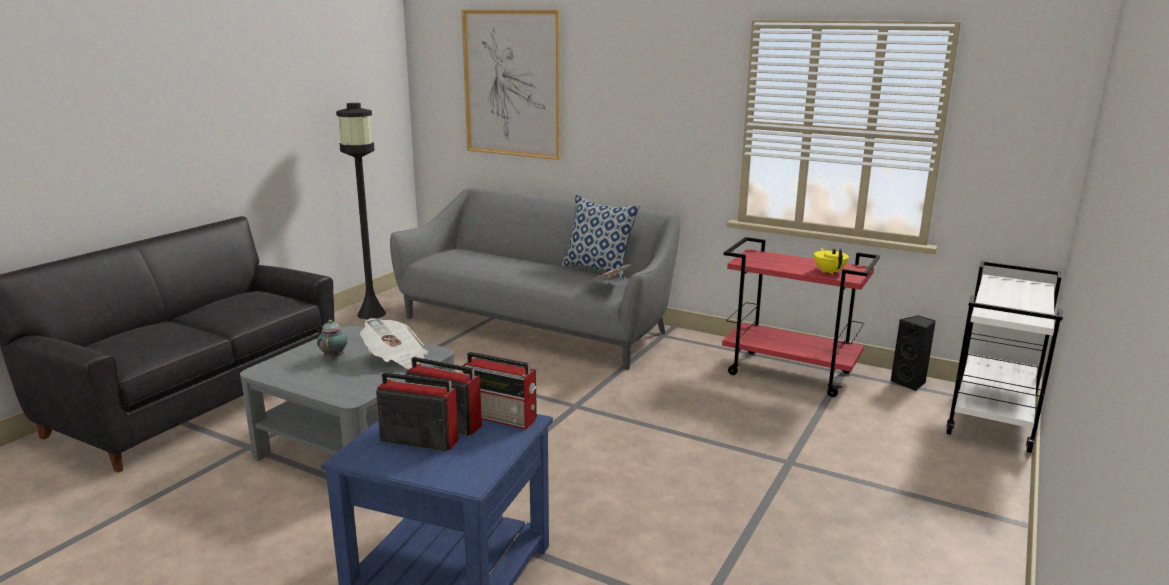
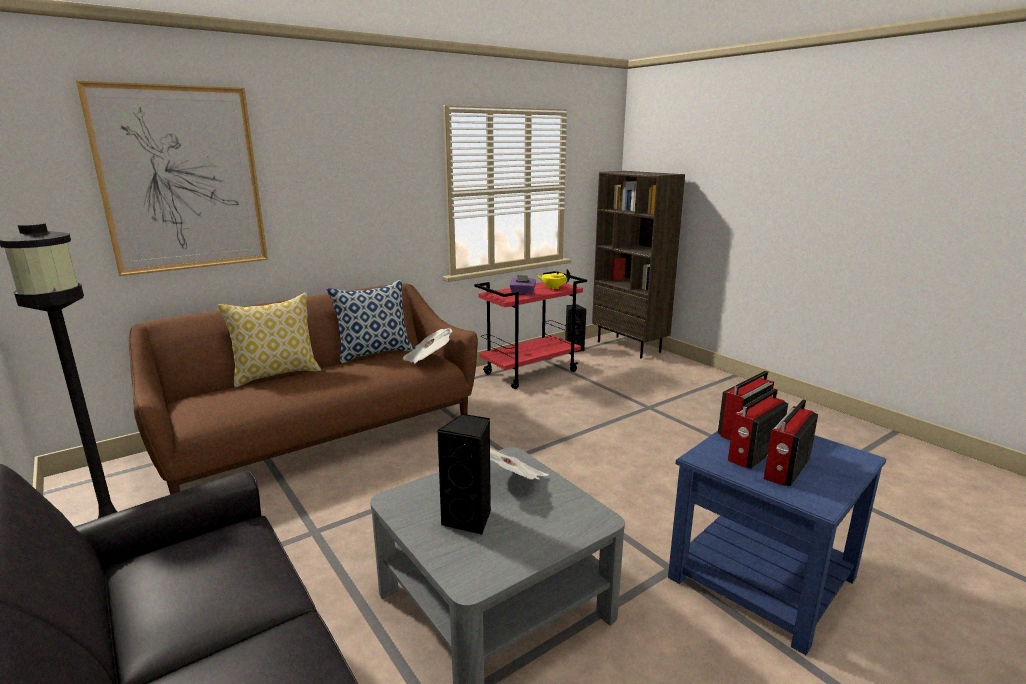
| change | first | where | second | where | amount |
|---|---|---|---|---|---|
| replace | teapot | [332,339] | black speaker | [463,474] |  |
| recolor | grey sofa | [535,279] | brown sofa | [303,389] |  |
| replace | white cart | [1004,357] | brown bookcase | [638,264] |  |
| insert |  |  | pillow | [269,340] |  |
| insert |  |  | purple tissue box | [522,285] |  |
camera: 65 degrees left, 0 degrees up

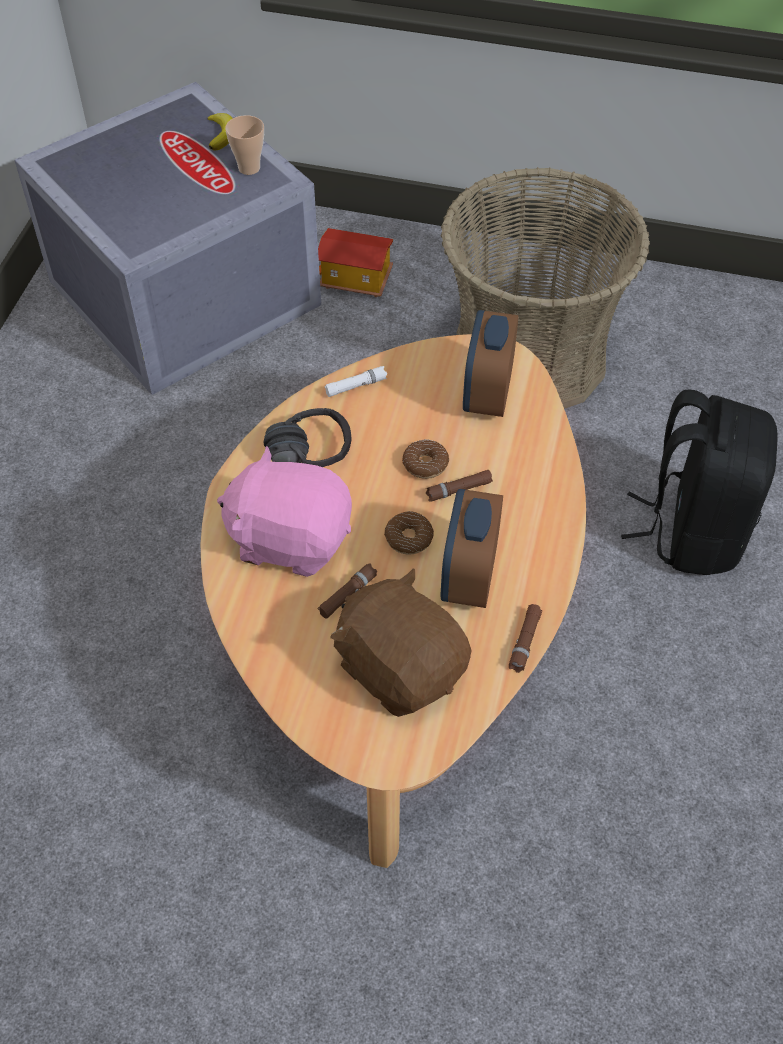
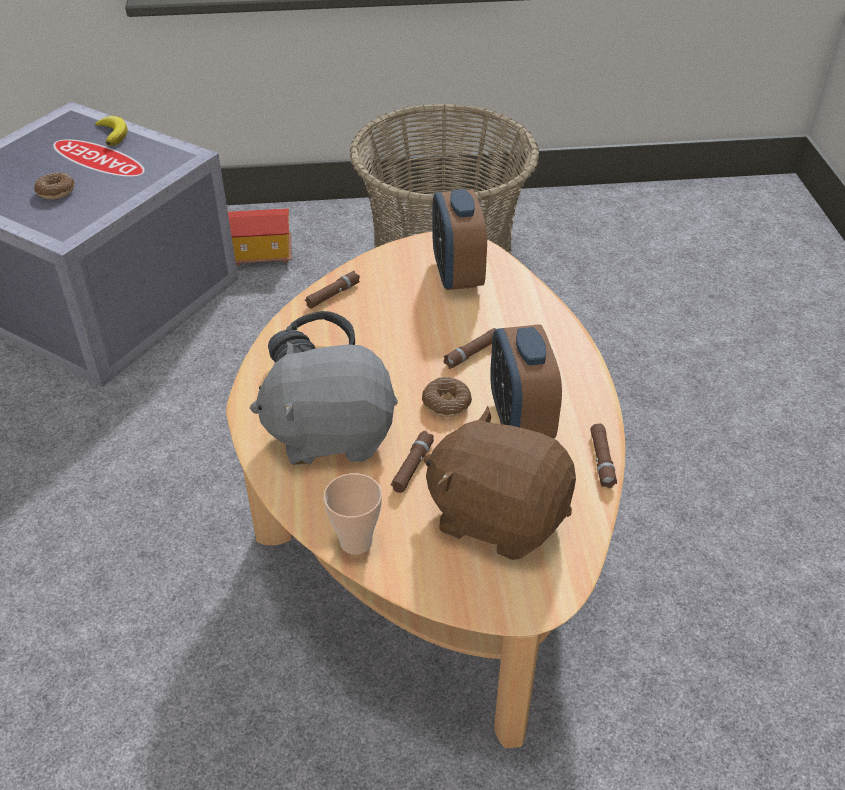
| change | first | where | second | where | amount |
|---|---|---|---|---|---|
| recolor | pink plush toy | [284,511] | grey plush toy | [324,403] |  |
| move | cup | [244,145] |  | [352,514] |  |
| recolor | white flashlight | [356,381] | brown flashlight | [332,290] |  |
| move | donut | [425,459] |  | [54,185] |  |
| delete | black backpack | [699,482] |  |  |  |
camera: 20 degrees left, 10 degrees down

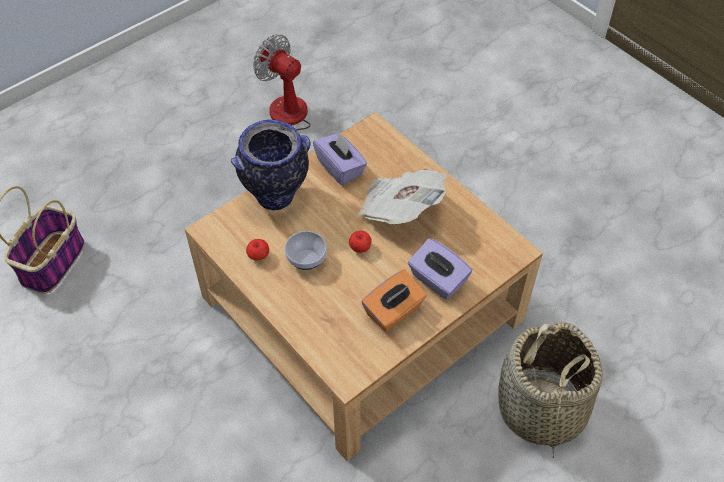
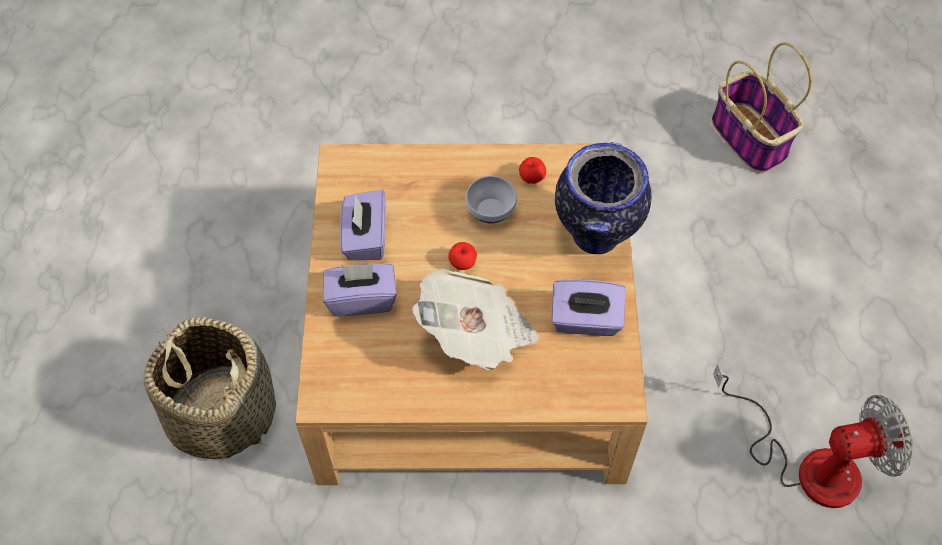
| change | first | where | second | where | amount |
|---|---|---|---|---|---|
| recolor | orange tissue box | [394,301] | purple tissue box | [363,225] |  |
camera: 130 degrees right, 5 degrees up

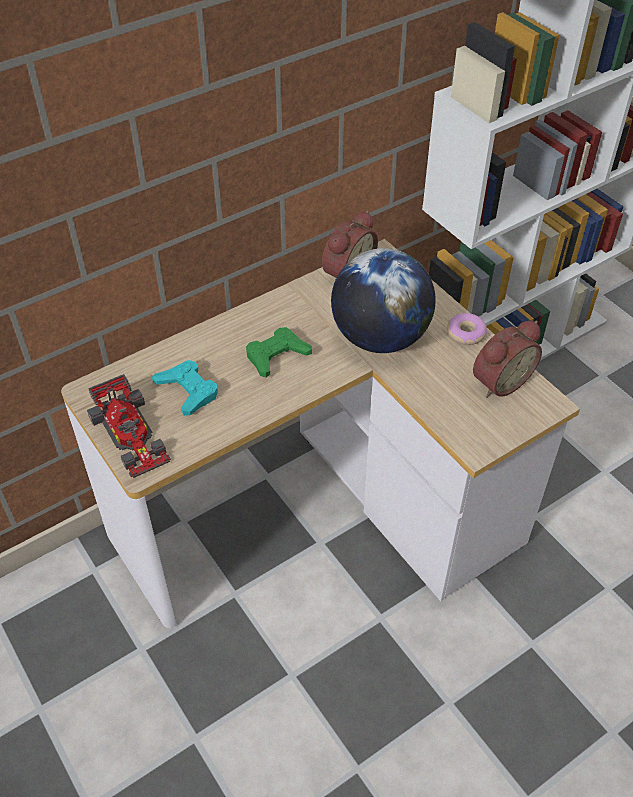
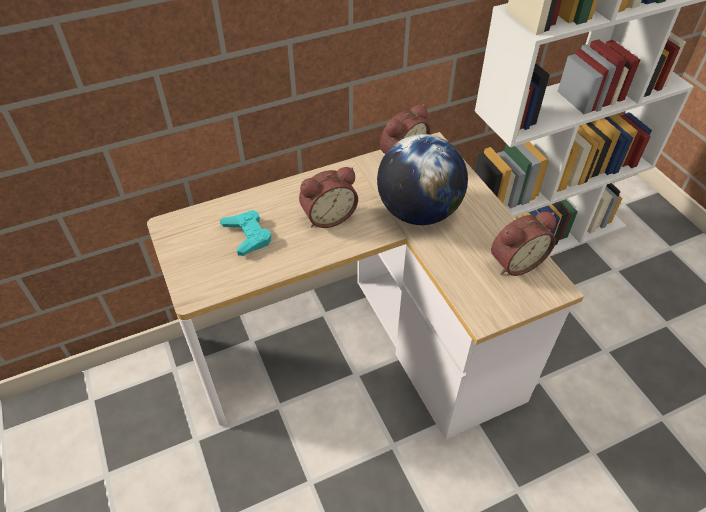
| change | first | where | second | where | amount |
|---|---|---|---|---|---|
| delete | toy car | [129,426] |  |  |  |
| replace | green game controller | [279,352] | alarm clock | [328,197] |  |
| delete | donut | [467,329] |  |  |  |
camera: 10 degrees right, 0 degrees up

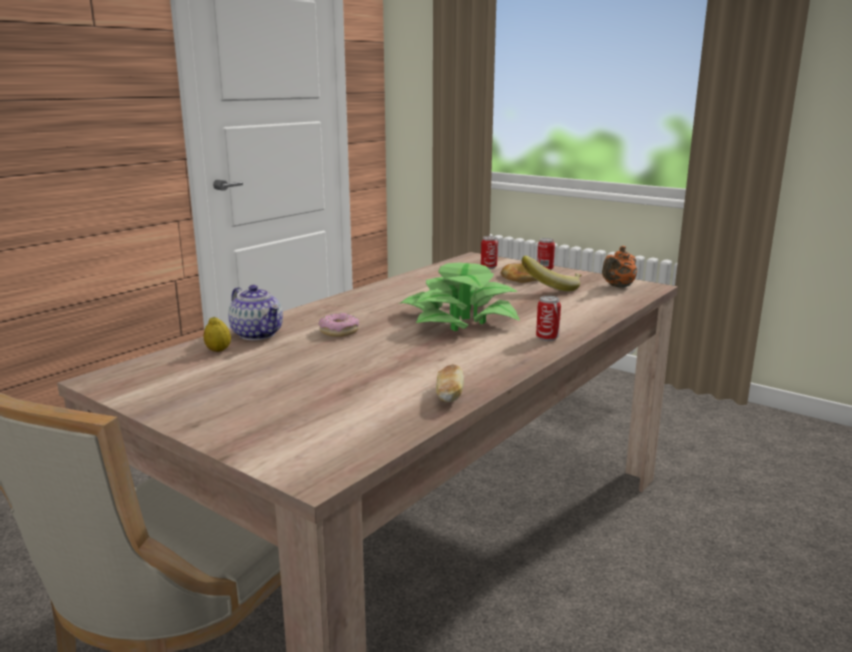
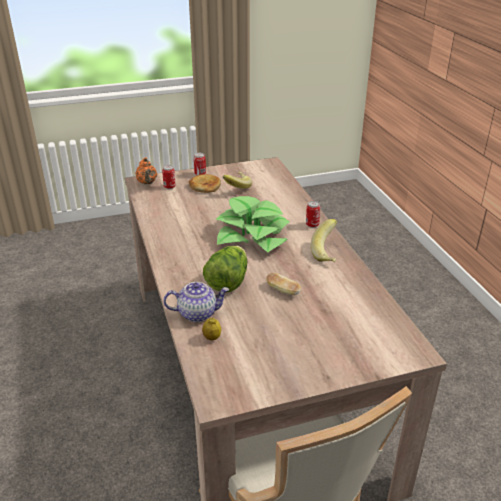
| change | first | where | second | where | amount |
|---|---|---|---|---|---|
| replace | donut | [339,325] | lettuce | [225,269] |  |
| move | bread | [450,383] |  | [283,284] |  |
| move | orange teapot | [619,267] |  | [146,170] |  |
| insert |  |  | banana | [324,240] |  |
camera: 55 degrees left, 15 degrees up

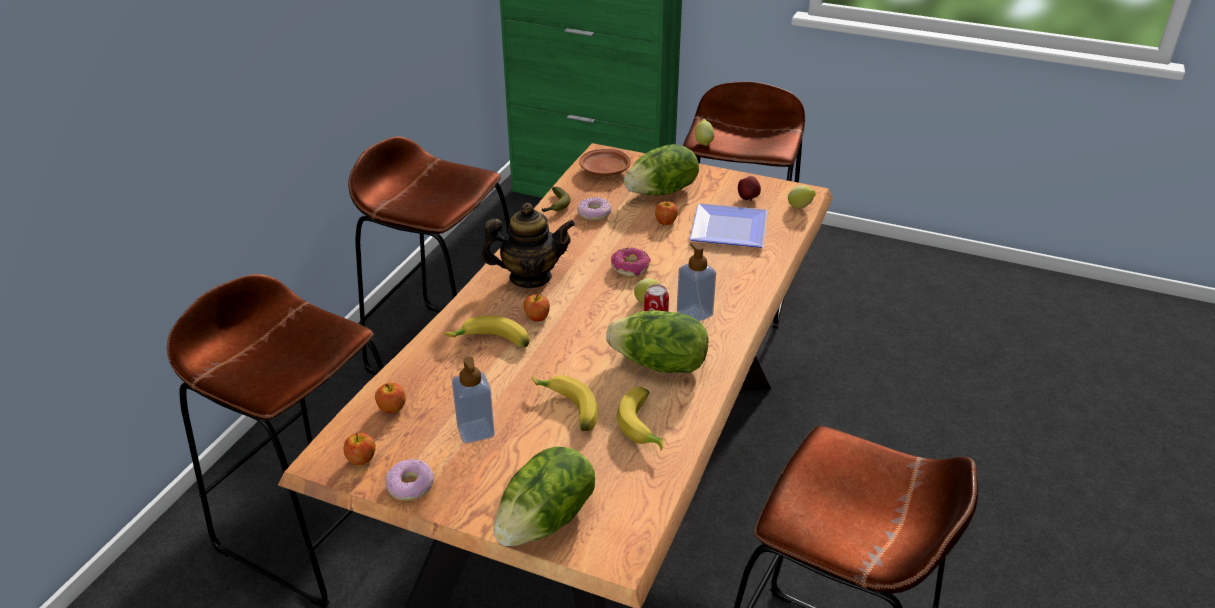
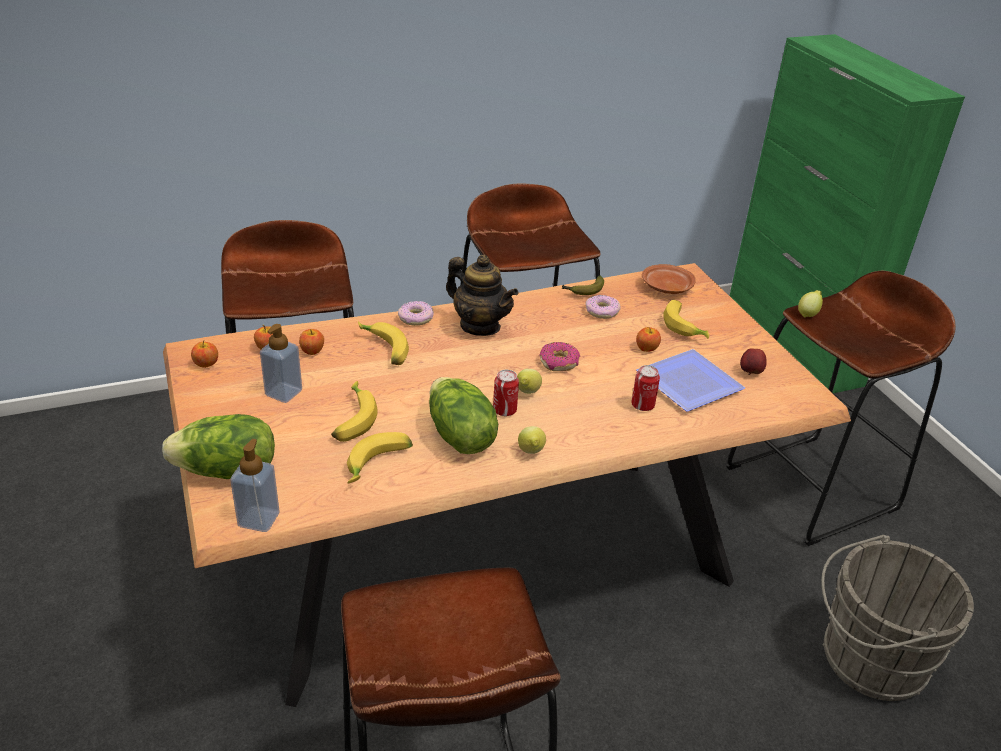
| change | first | where | second | where | amount |
|---|---|---|---|---|---|
| move | donut | [410,480] |  | [416,313] |  |
| move | apple | [537,307] |  | [311,342] |  |
| replace | lettuce | [661,170] | banana | [686,319] |  |
| move | soap dispenser | [696,282] |  | [254,485] |  |
| move | lemon | [802,197] |  | [532,440] |  |
| insert |  |  | can | [645,388] |  |
| insert |  |  | grey bucket | [897,618] |  |
camera: 45 degrees right, 0 degrees up

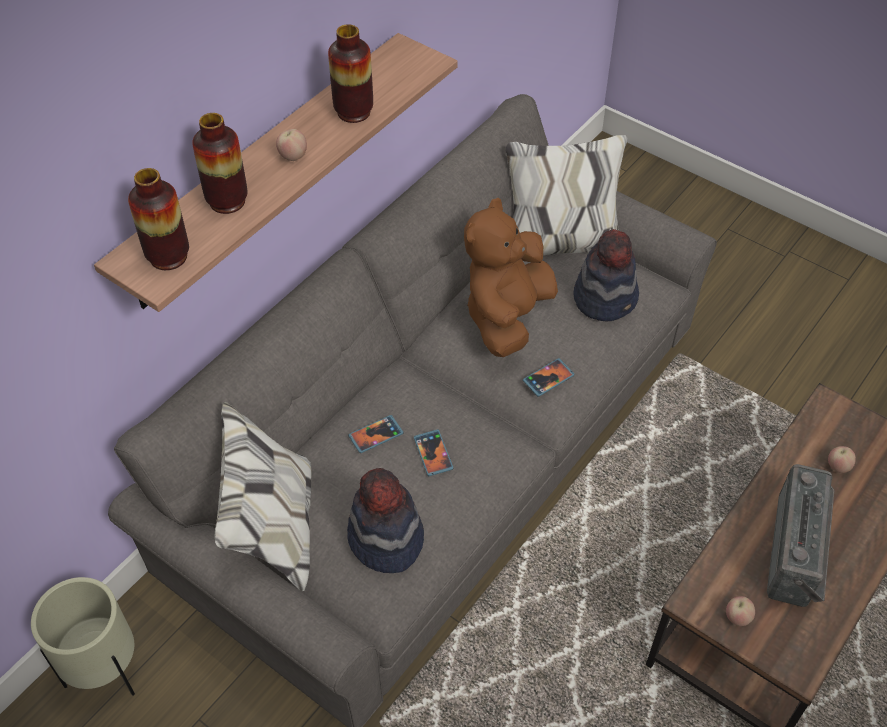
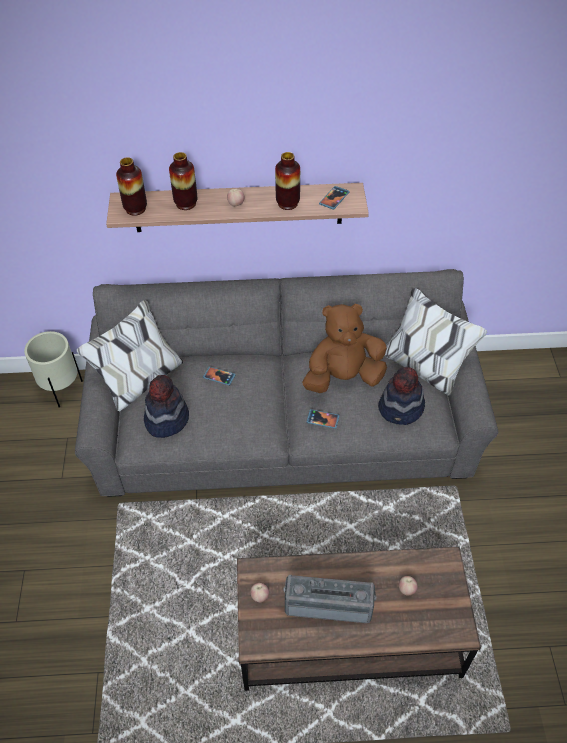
| change | first | where | second | where | amount |
|---|---|---|---|---|---|
| move | phone | [433,452] |  | [334,198] |  |
| rotate | radio | [800,535] |  | [329,599] | 150 degrees counterclockwise |
camera: 50 degrees right, 0 degrees up

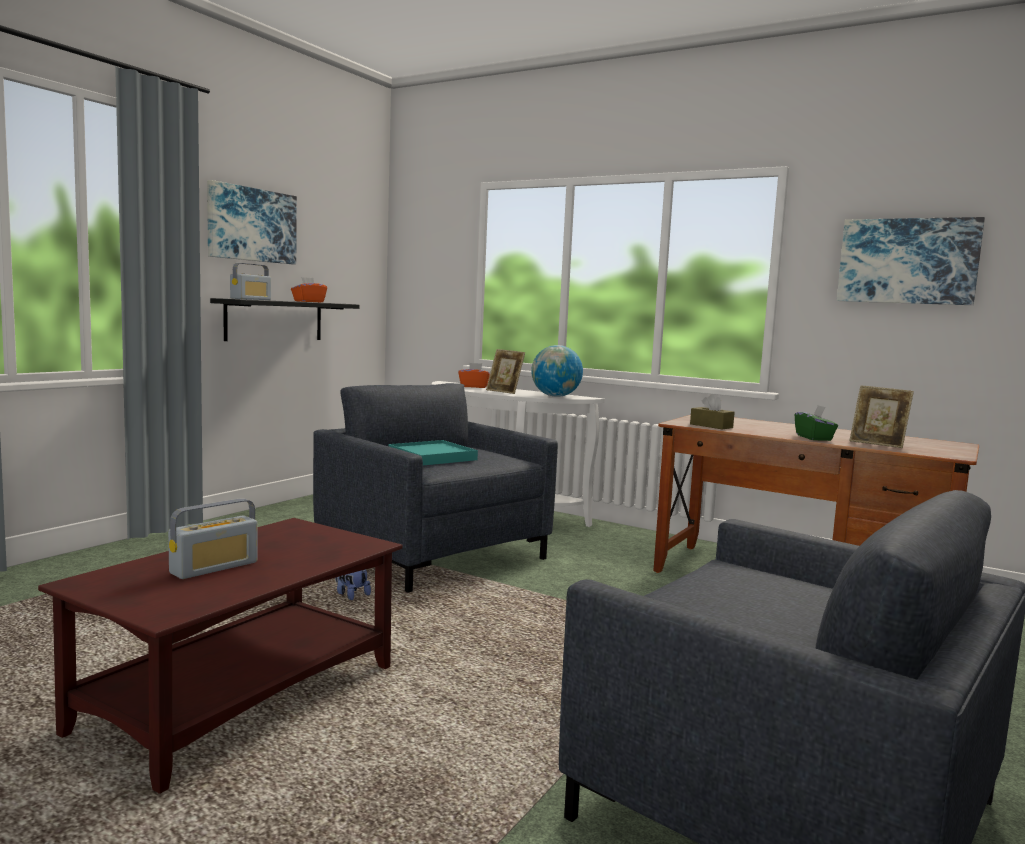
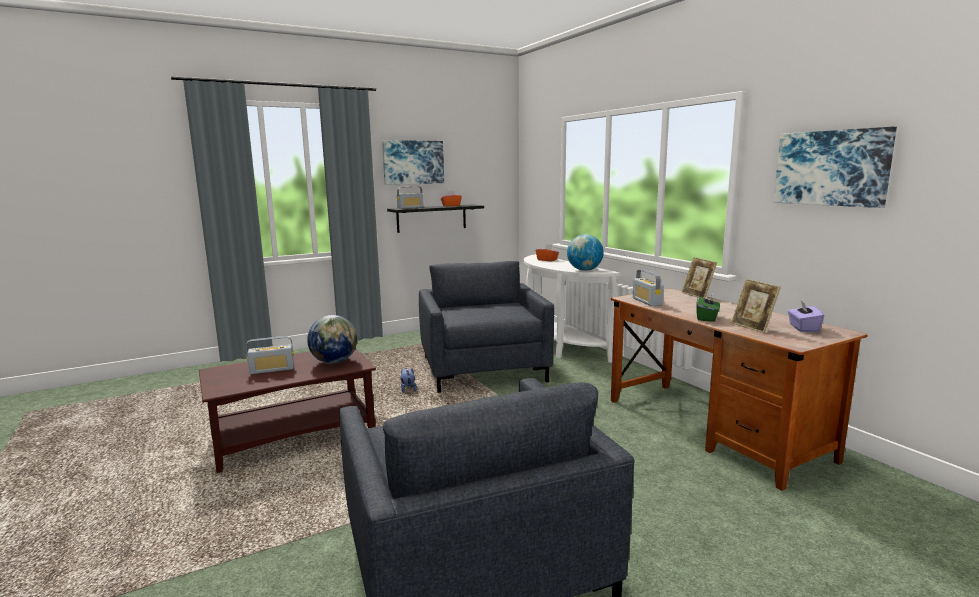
| change | first | where | second | where | amount |
|---|---|---|---|---|---|
| delete | turquoise tray | [433,453] |  |  |  |
| move | picture frame | [505,371] |  | [699,277] |  |
| replace | brown tissue box | [712,411] | radio | [648,287] |  |
| insert |  |  | globe | [332,339] |  |
| insert |  |  | purple tissue box | [806,316] |  |
camera: 30 degrees right, 5 degrees up

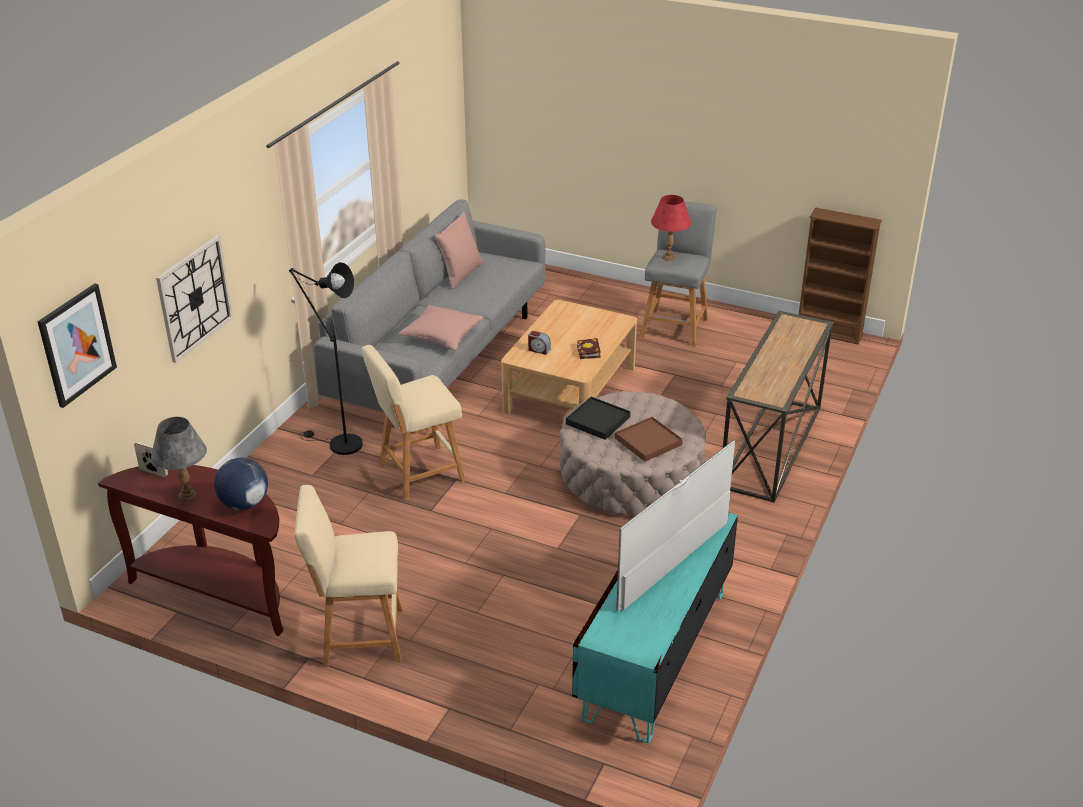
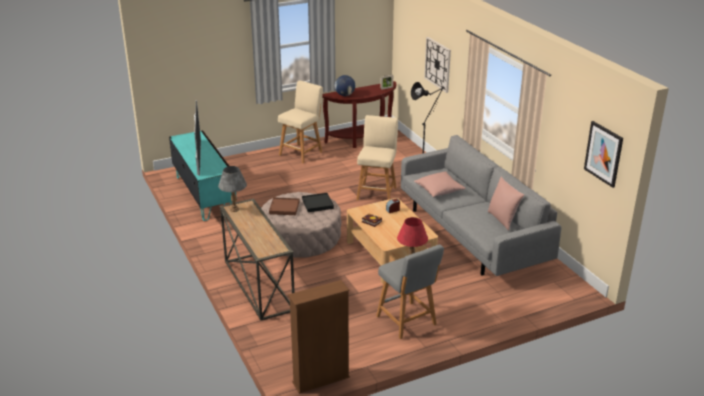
| change | first | where | second | where | amount |
|---|---|---|---|---|---|
| move | picture | [77,345] |  | [603,154] |  |
| move | grey table lamp | [179,459] |  | [232,189] |  |
camera: 130 degrees right, 5 degrees down

